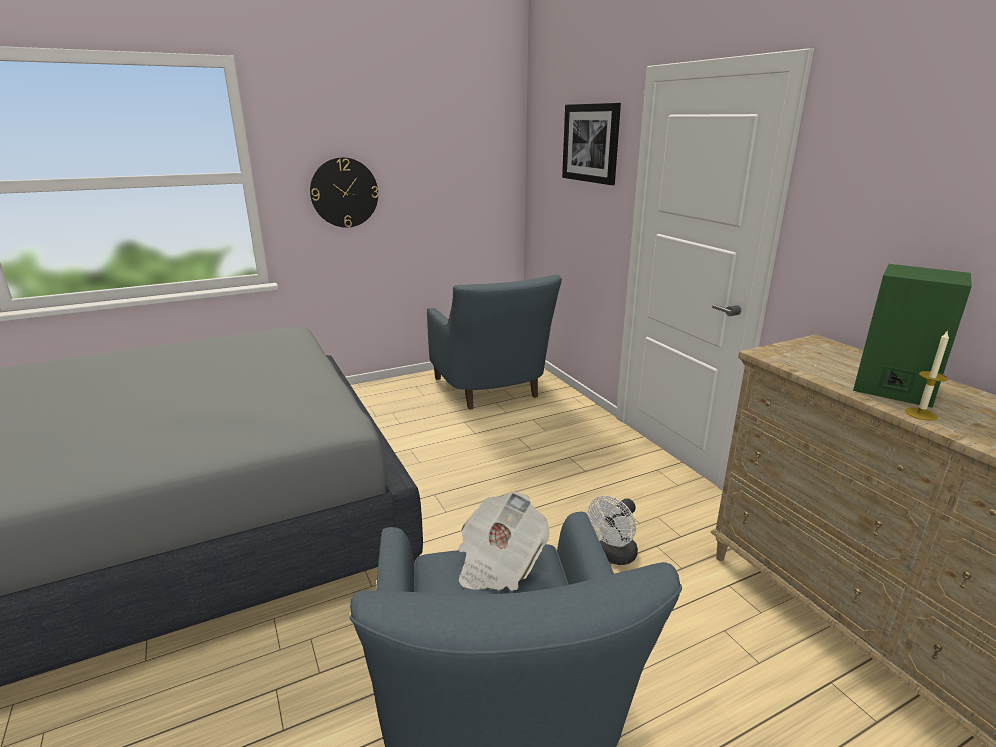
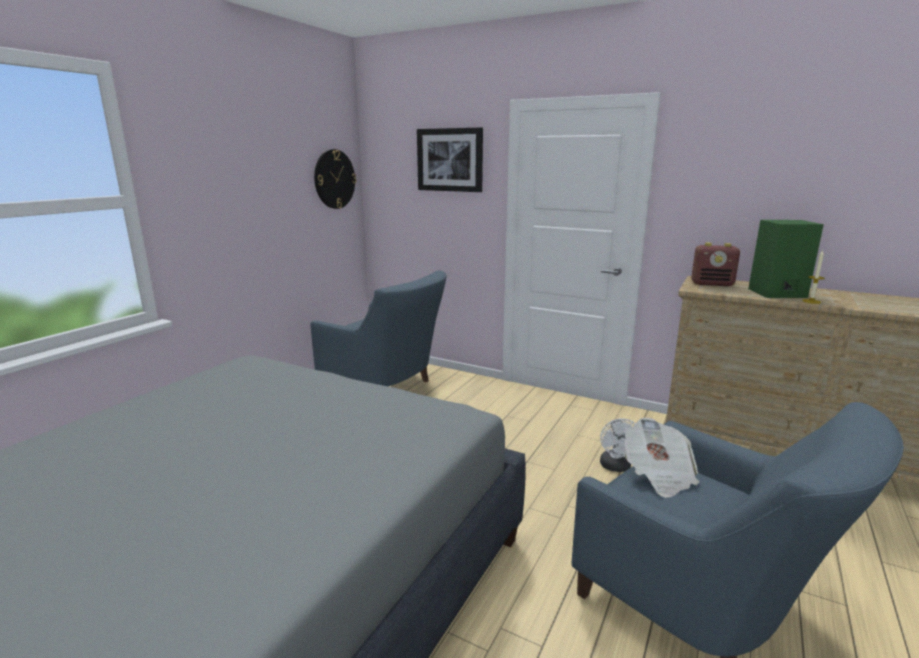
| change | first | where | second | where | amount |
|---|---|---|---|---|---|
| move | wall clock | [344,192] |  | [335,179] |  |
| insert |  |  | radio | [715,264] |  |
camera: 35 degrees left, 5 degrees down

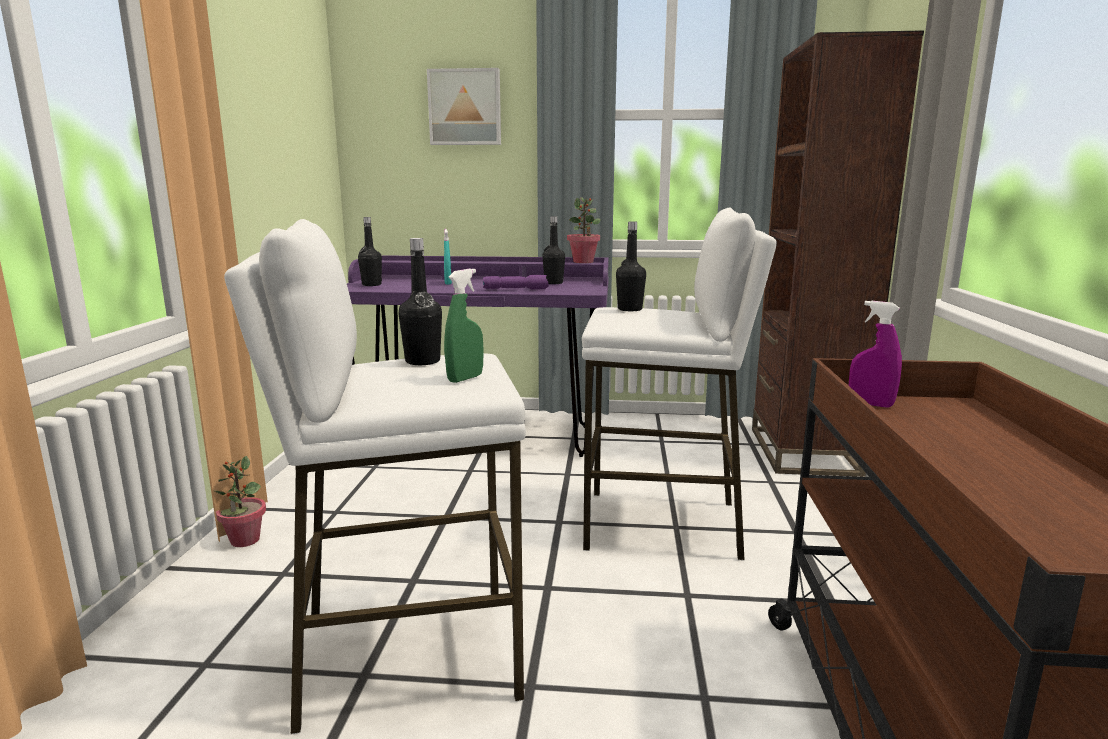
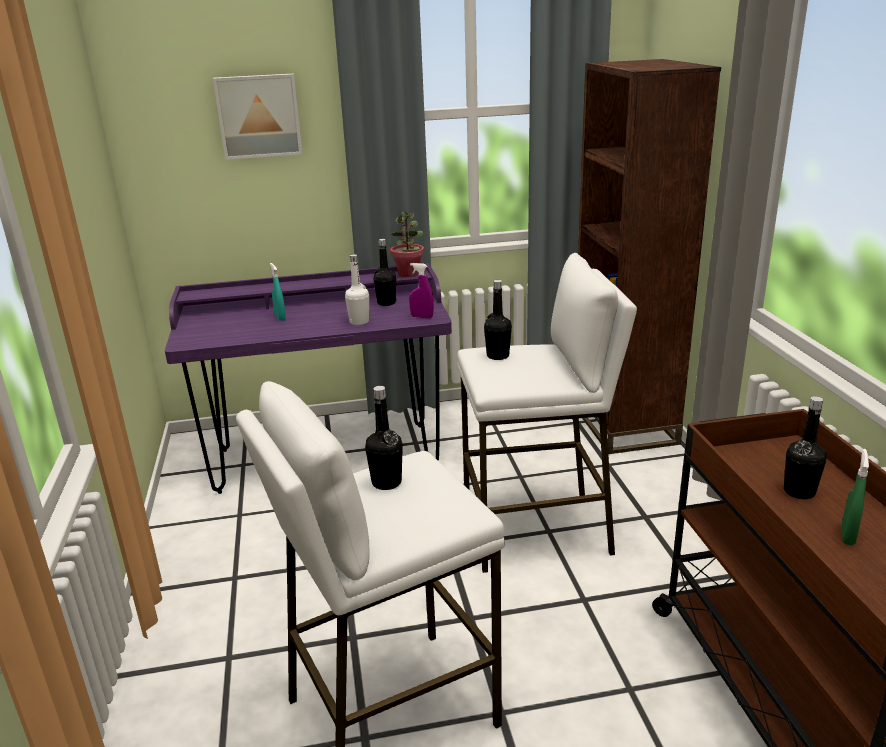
| change | first | where | second | where | amount |
|---|---|---|---|---|---|
| delete | potted plant | [240,501] |  |  |  |
| move | black bottle | [370,251] |  | [805,447] |  |
| move | green spray bottle | [464,325] |  | [855,497] |  |
| replace | purple flashlight | [515,282] | white bottle | [357,289] |  |
| move | purple spray bottle | [875,354] |  | [421,290] |  |
camera: 15 degrees left, 10 degrees up

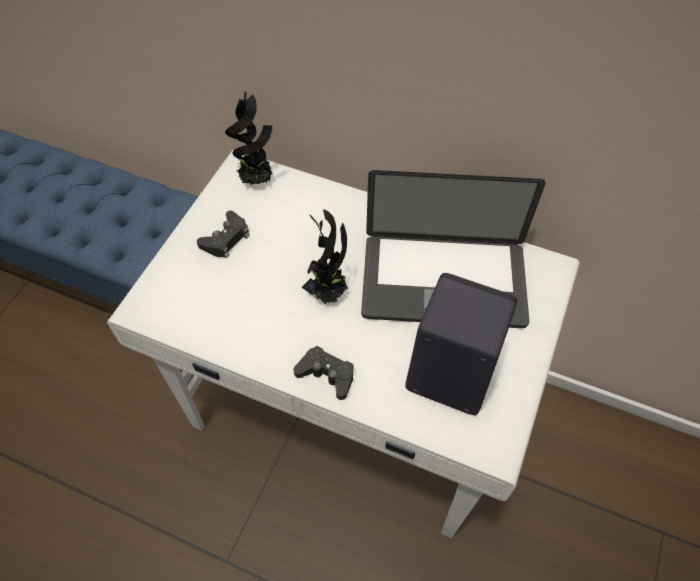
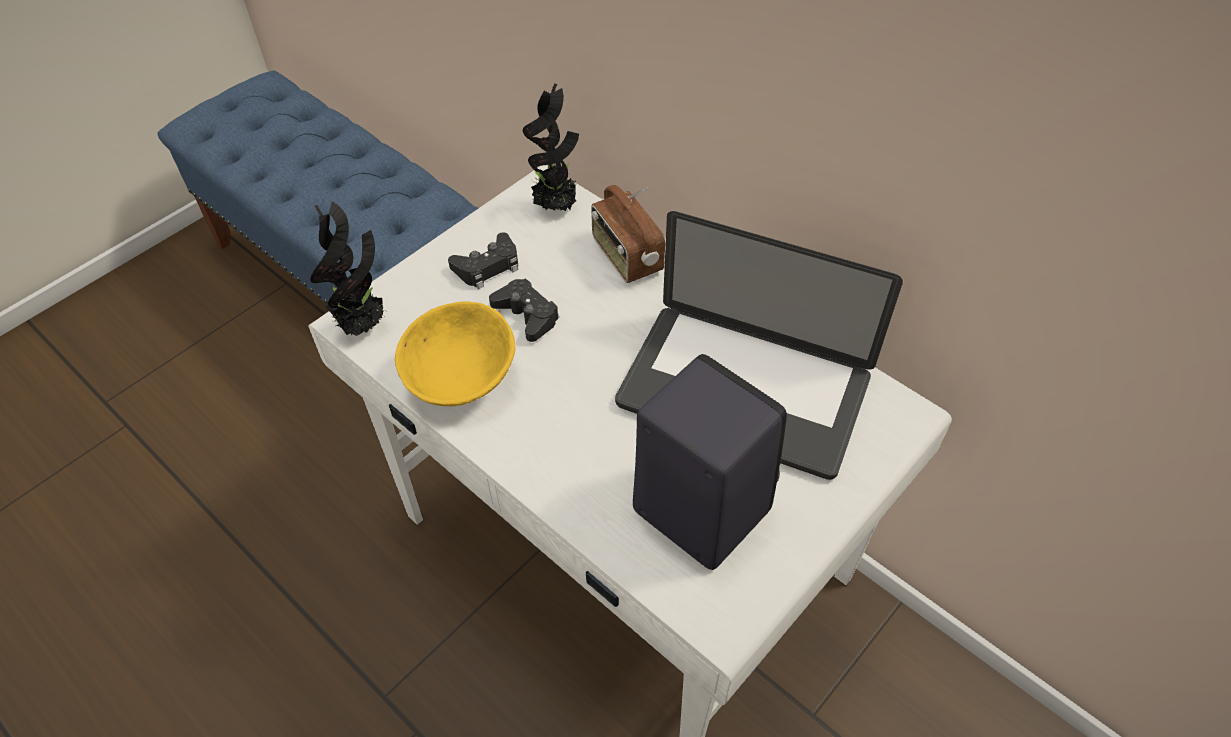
| change | first | where | second | where | amount |
|---|---|---|---|---|---|
| move | black game controller | [323,373] |  | [524,310] |  |
| move | potted plant | [325,256] |  | [347,268] |  |
| insert |  |  | yellow bowl | [455,354] |  |
| insert |  |  | radio | [628,234] |  |
camera: 20 degrees right, 5 degrees down

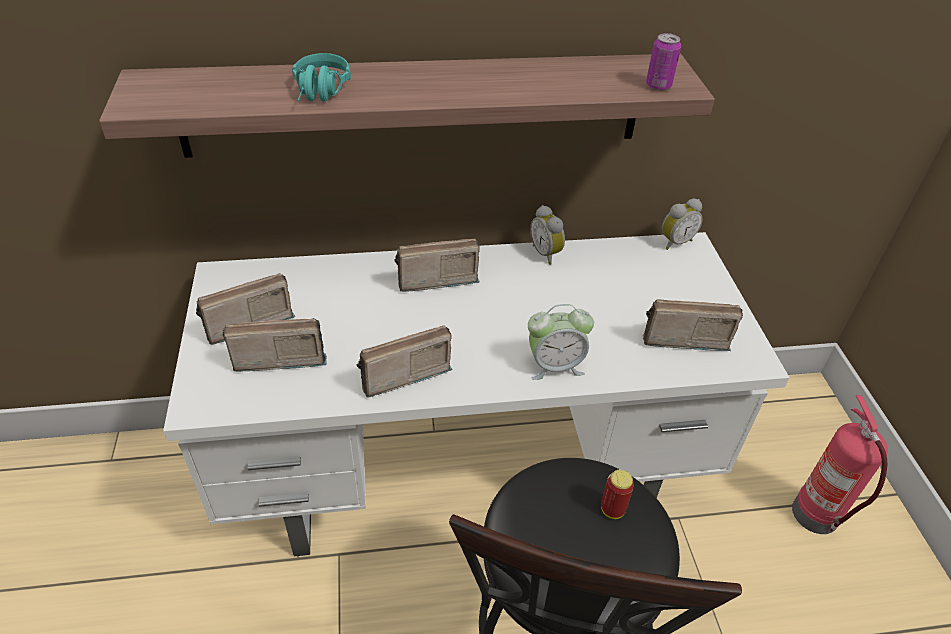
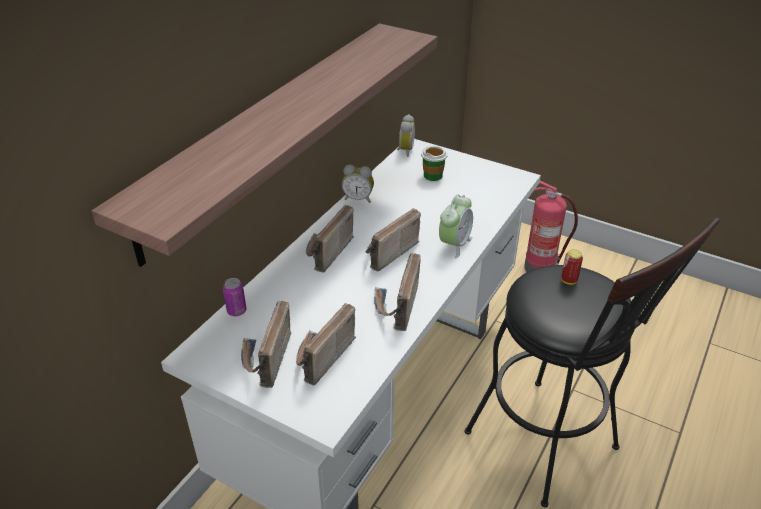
| change | first | where | second | where | amount |
|---|---|---|---|---|---|
| delete | turquoise headphones | [321,77] |  |  |  |
| move | radio | [693,325] |  | [393,239] |  |
| move | can | [663,62] |  | [235,297] |  |
| insert |  |  | cup | [434,163] |  |
camera: 50 degrees left, 5 degrees down

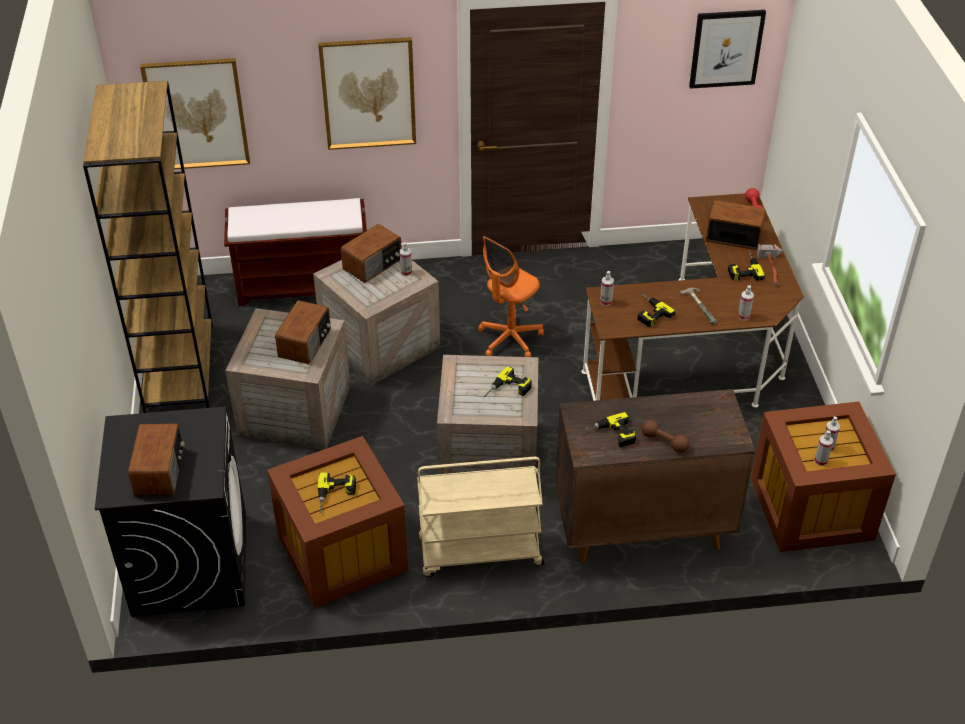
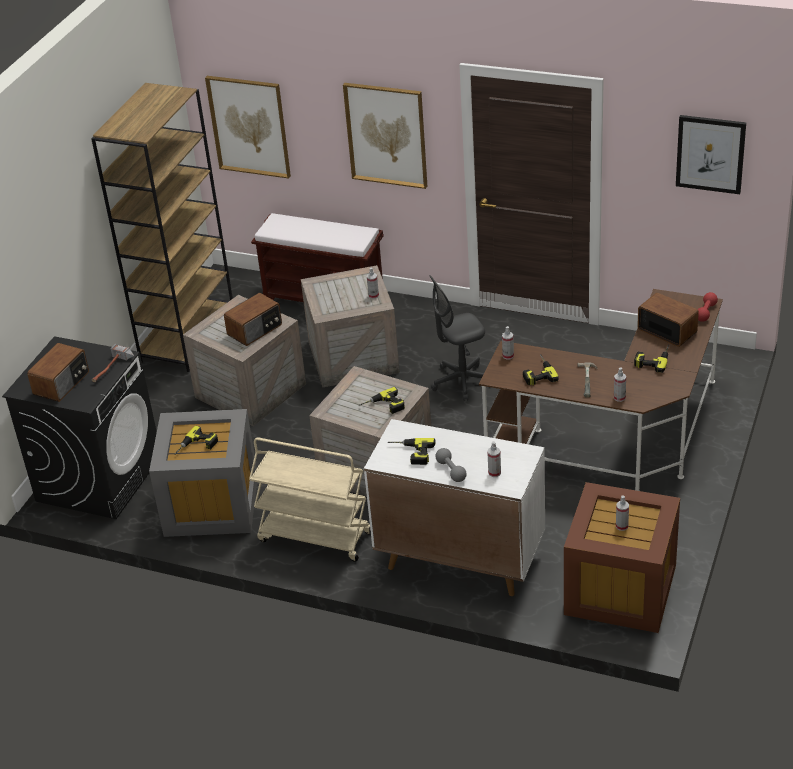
| change | first | where | second | where | amount |
|---|---|---|---|---|---|
| recolor | brown storage box | [338,522] | grey storage box | [203,473] |  |
| delete | radio | [371,253] |  |  |  |
| recolor | orange office chair | [511,296] | grey office chair | [457,338] |  |
| recolor | brown cabinet | [655,476] | white cabinet | [454,507] |  |
| recolor | brown dumbbell | [665,436] | grey dumbbell | [451,465] |  |
| move | hammer | [770,264] |  | [112,363] |  |
| move | spray bottle | [823,448] |  | [494,459] |  |
camera: 30 degrees right, 5 degrees down

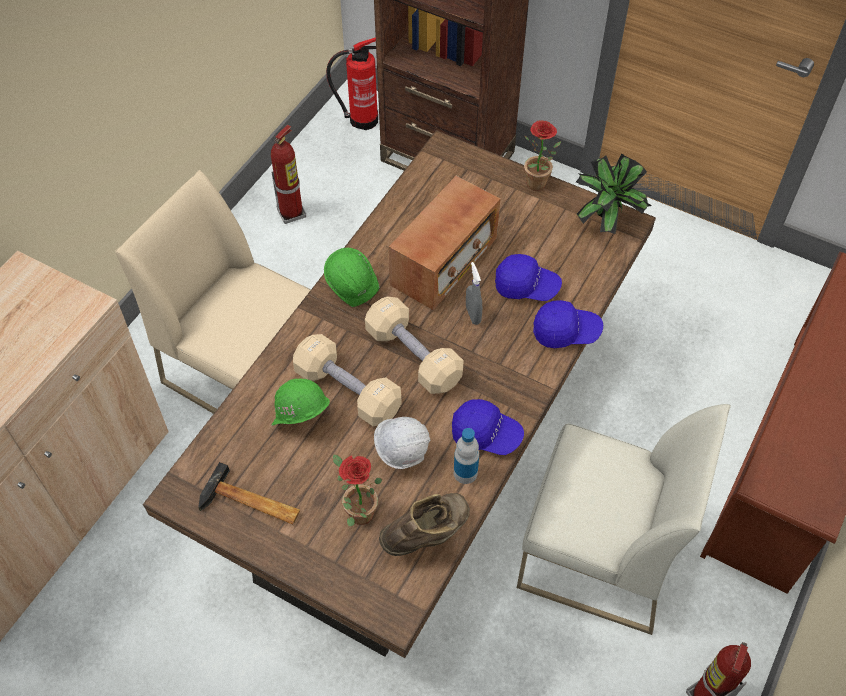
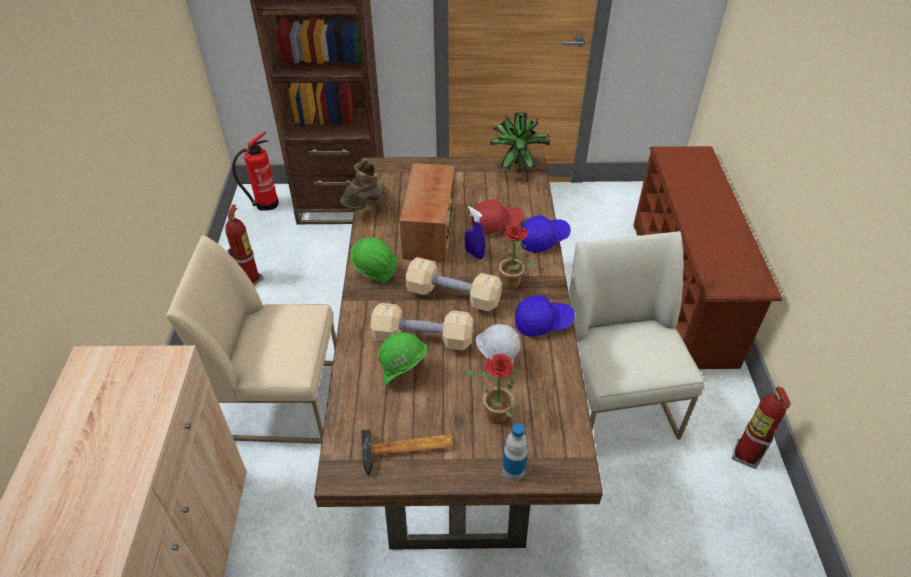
| change | first | where | second | where | amount |
|---|---|---|---|---|---|
| move | brown boot | [424,524] |  | [363,184] |  |
| move | bottle | [466,456] |  | [515,452] |  |
| recolor | grey spray bottle | [474,293] | blue spray bottle | [475,233] |  |
| recolor | blue cap | [528,277] | red cap | [498,216] |  |
| rotate | white chair | [624,519] |  | [637,335] | 90 degrees counterclockwise |
| move | potted plant | [542,155] |  | [515,257] |  |
camera: 30 degrees left, 10 degrees down

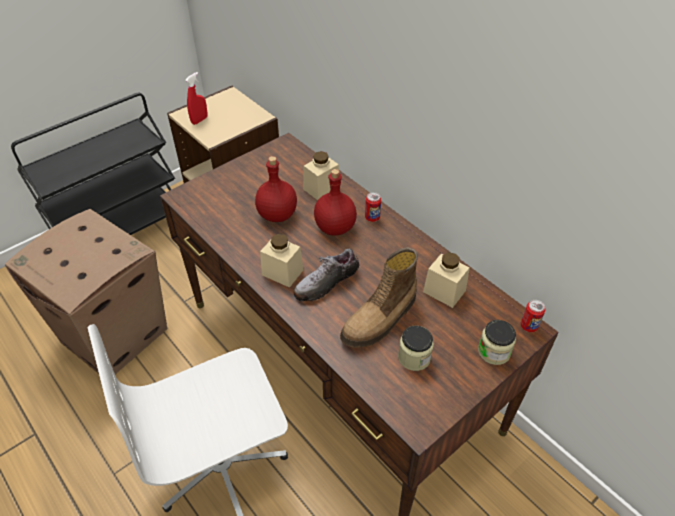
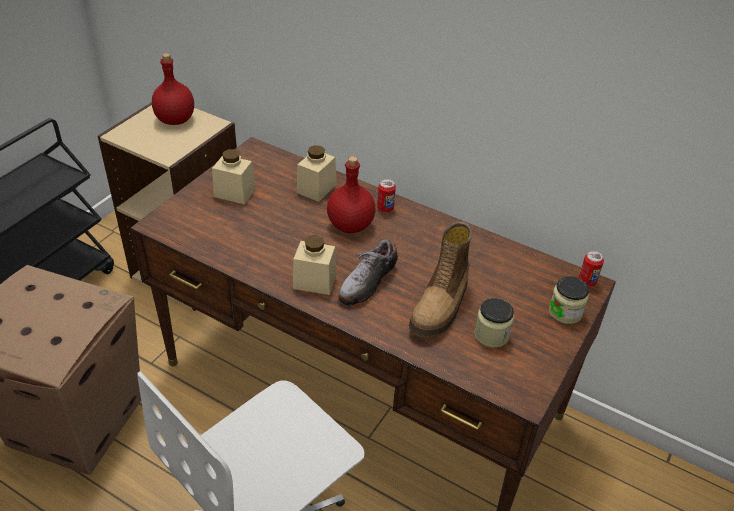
| change | first | where | second | where | amount |
|---|---|---|---|---|---|
| delete | red spray bottle | [196,98] |  |  |  |
| move | red bottle | [276,189] |  | [173,89] |  |
| move | beige jar | [446,280] |  | [234,176] |  |
camera: 20 degrees left, 5 degrees down

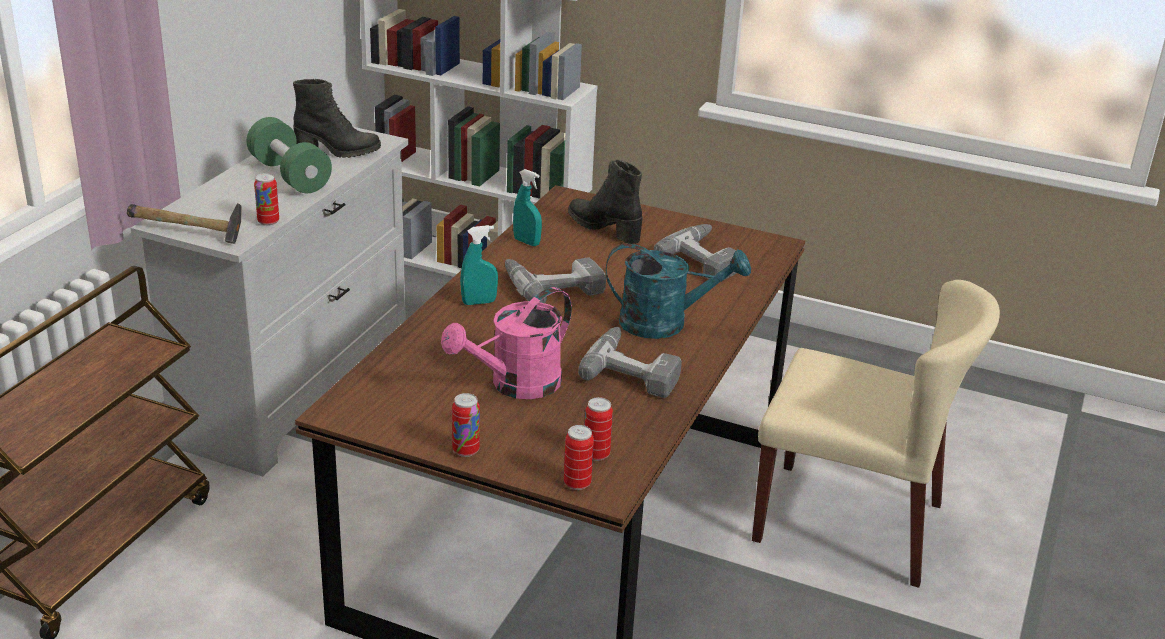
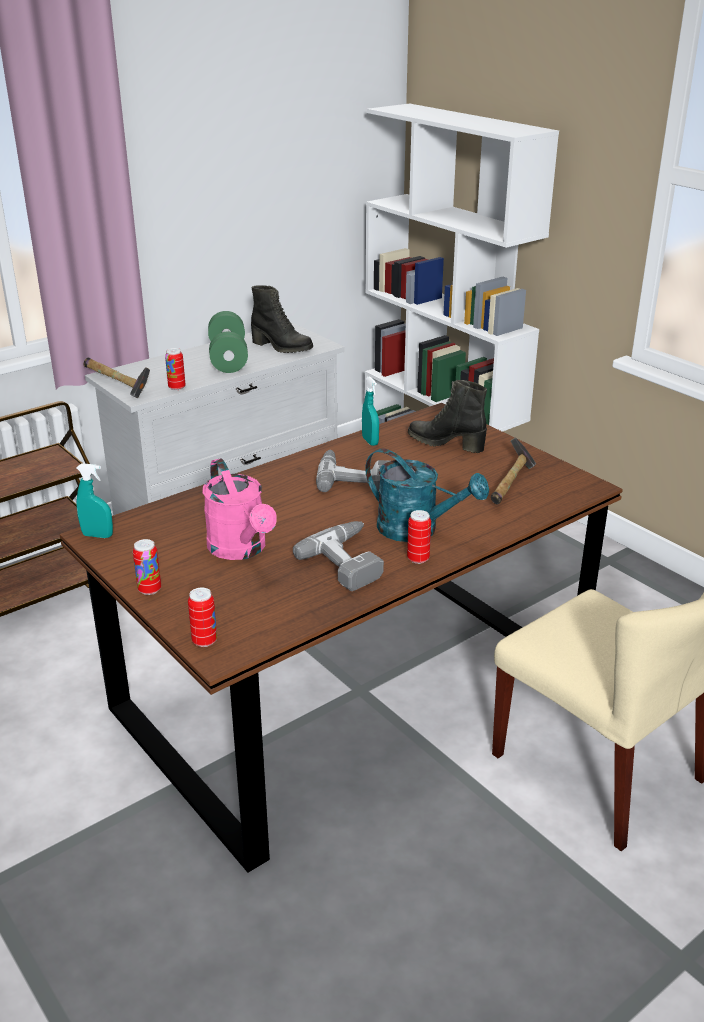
| change | first | where | second | where | amount |
|---|---|---|---|---|---|
| rotate | pink watering can | [506,343] |  | [239,509] | 105 degrees counterclockwise |
| move | turquoise spray bottle | [479,265] |  | [94,500] |  |
| rotate | black boot | [605,202] |  | [447,416] | 45 degrees counterclockwise |
| move | can | [599,429] |  | [419,537] |  |
| replace | power drill | [695,253] | hammer | [513,471] |  |
camera: 30 degrees right, 0 degrees up

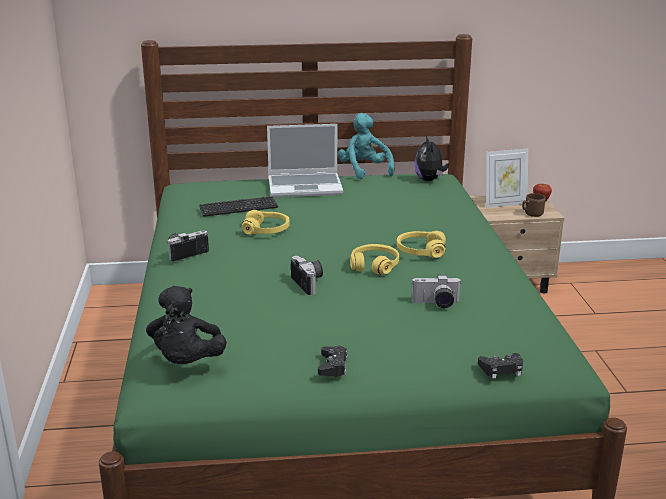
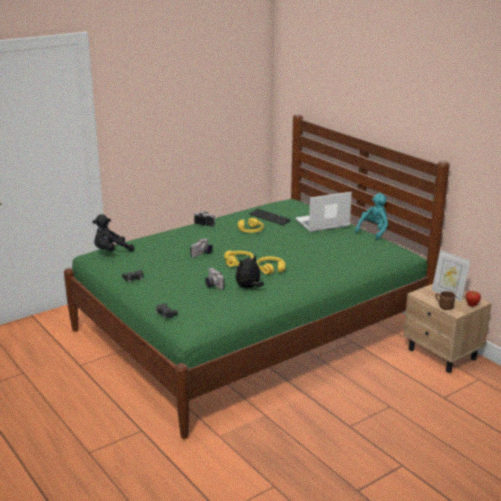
| change | first | where | second | where | amount |
|---|---|---|---|---|---|
| rotate | laptop | [305,161] |  | [323,212] | 105 degrees clockwise |
| move | plush toy | [431,158] |  | [250,272] |  |
camera: 60 degrees right, 0 degrees up

